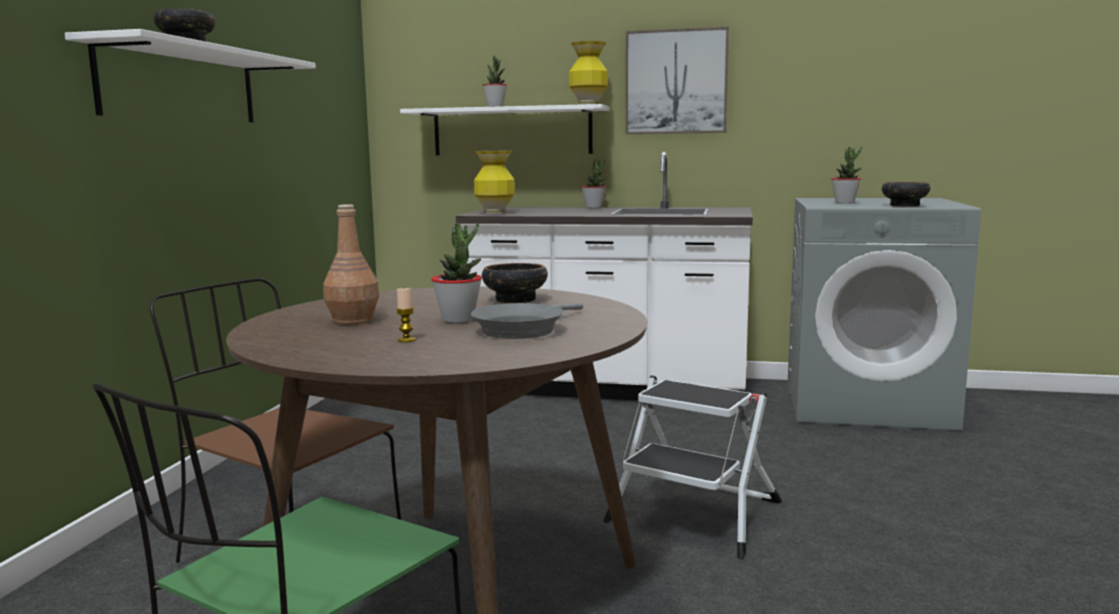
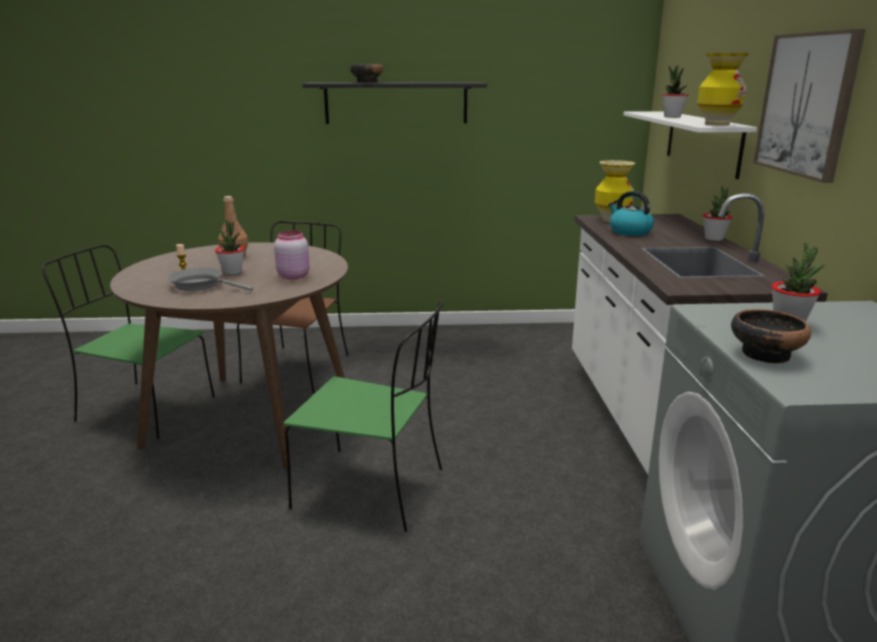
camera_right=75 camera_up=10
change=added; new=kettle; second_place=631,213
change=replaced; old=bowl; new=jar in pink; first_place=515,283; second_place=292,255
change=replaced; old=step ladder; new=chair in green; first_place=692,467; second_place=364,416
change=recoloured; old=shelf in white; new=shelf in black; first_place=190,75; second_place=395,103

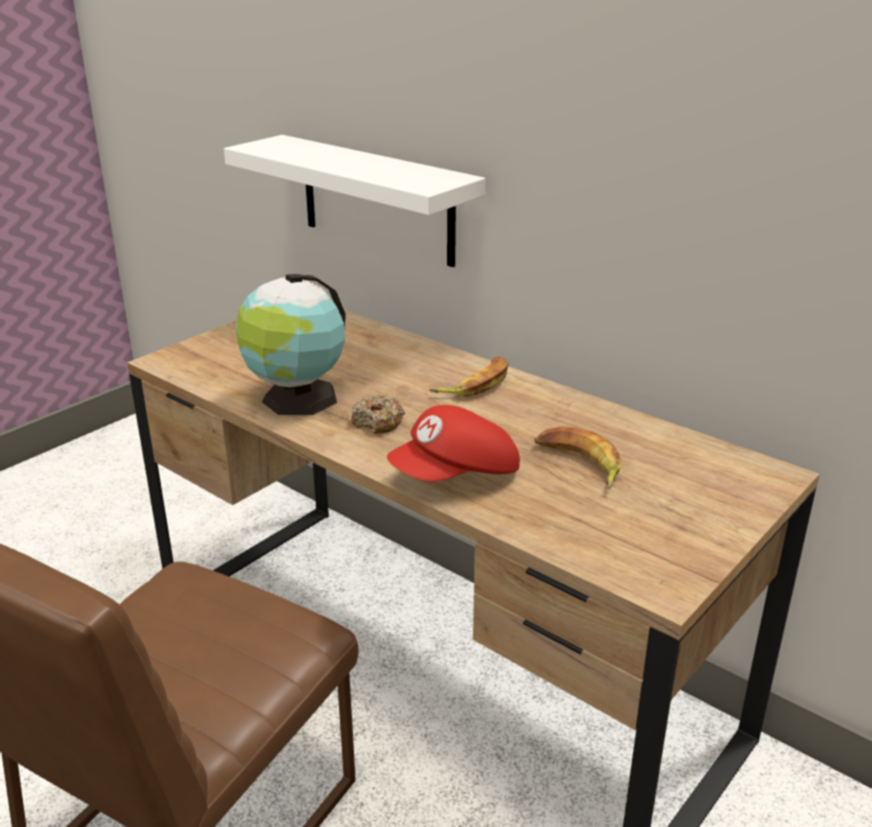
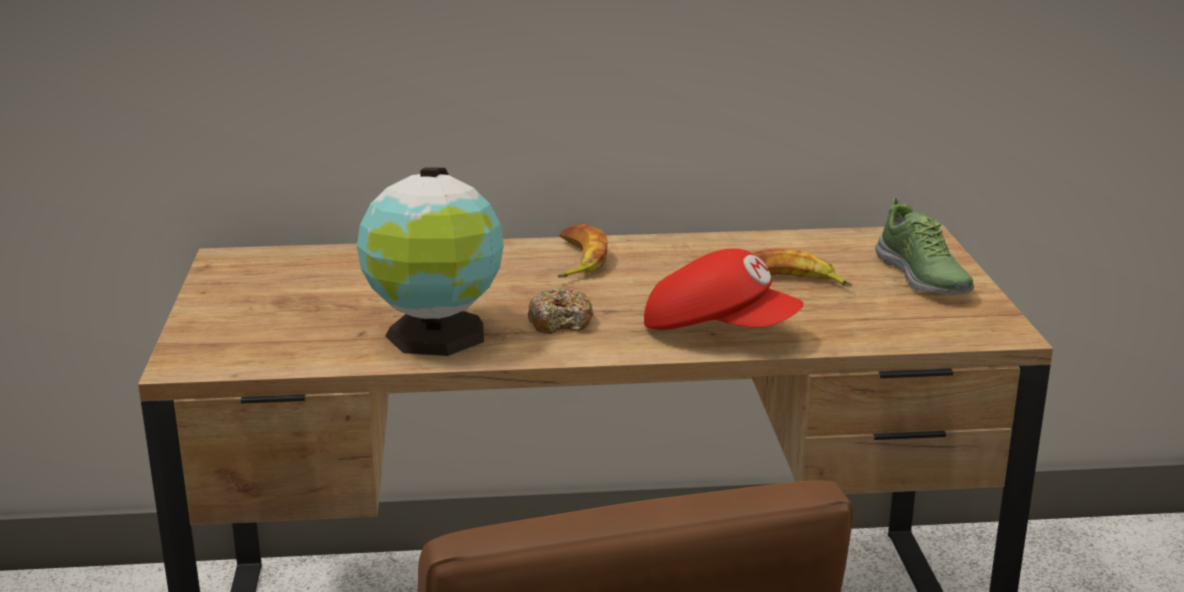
camera_right=-45 camera_up=-5
change=removed; old=shelf in white; first_place=354,201
change=added; new=shoe; second_place=924,246
change=turned; old=cap in red; first_place=453,443; second_place=724,289; degrees=-75

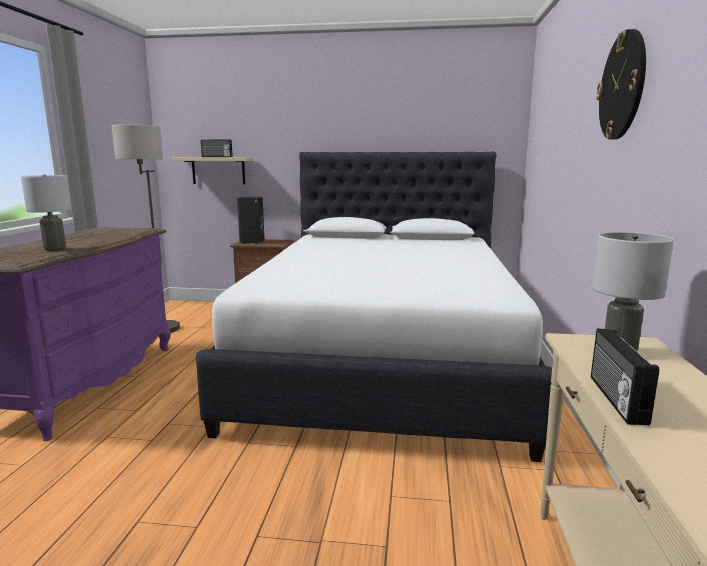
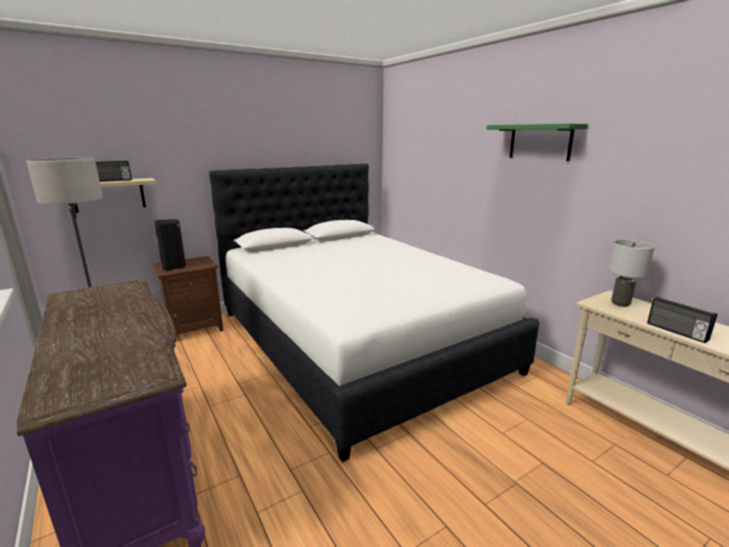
camera_right=-40 camera_up=5
change=removed; old=table lamp in white; first_place=46,212
change=replaced; old=wall clock; new=shelf in green; first_place=621,84; second_place=537,142

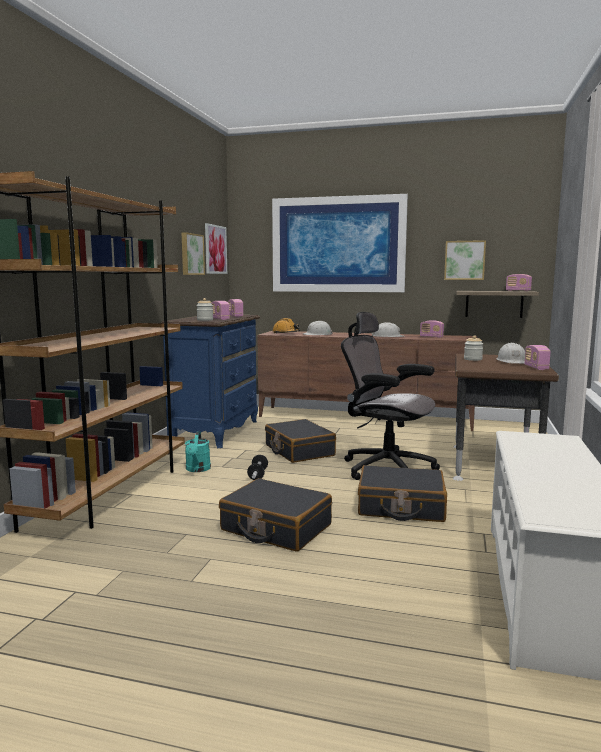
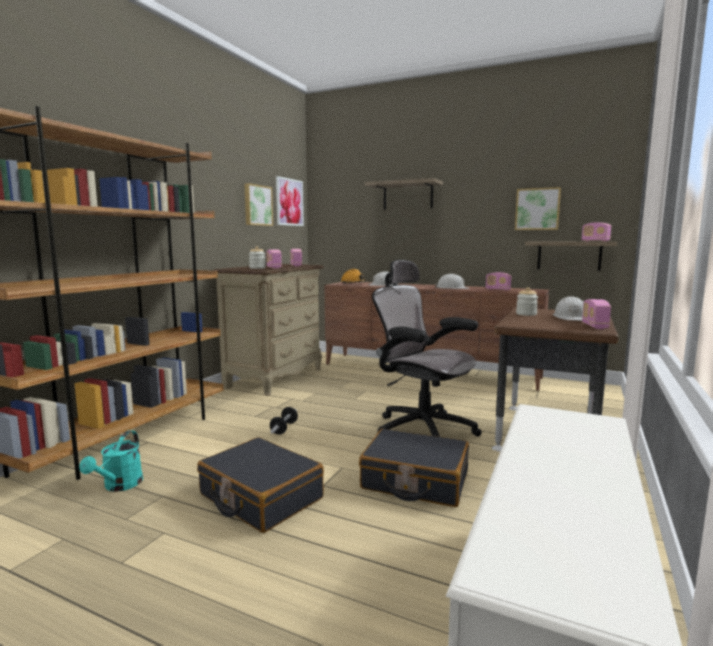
camera_right=10 camera_up=0
change=removed; old=suitcase in black; first_place=300,441
change=moved; old=watering can in turquoise; first_place=198,452; second_place=111,461
change=replaced; old=picture; new=shelf; first_place=340,243; second_place=404,194
change=recoloured; old=dresser in blue; new=dresser in beige; first_place=210,381; second_place=269,330

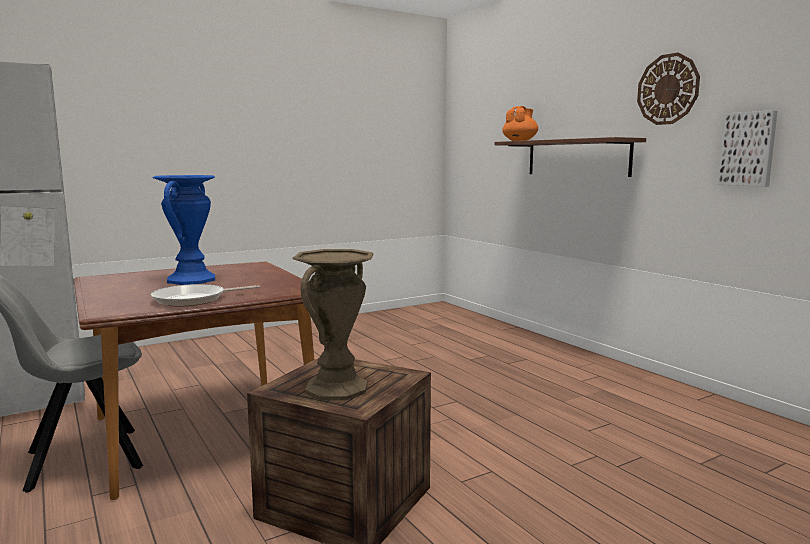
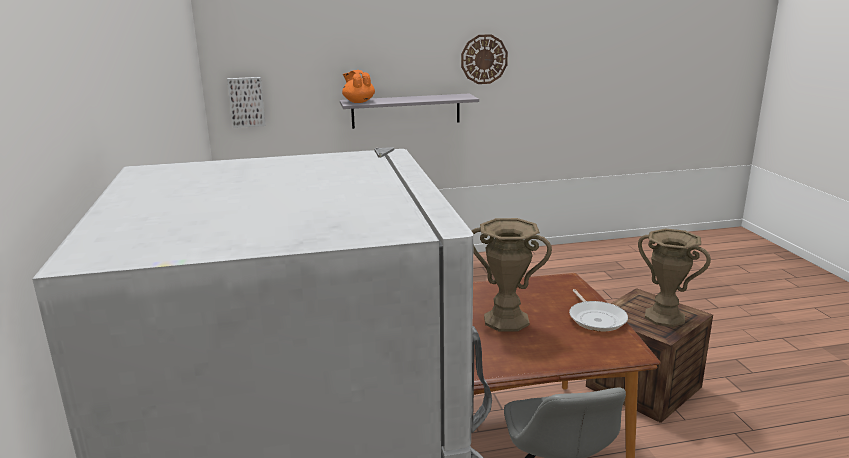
camera_right=-70 camera_up=10
change=moved; old=picture; first_place=748,148; second_place=246,102
change=recoloured; old=vase in blue; new=vase in brown; first_place=184,230; second_place=512,275
change=recoloured; old=shelf in brown; new=shelf in grey; first_place=570,157; second_place=409,111

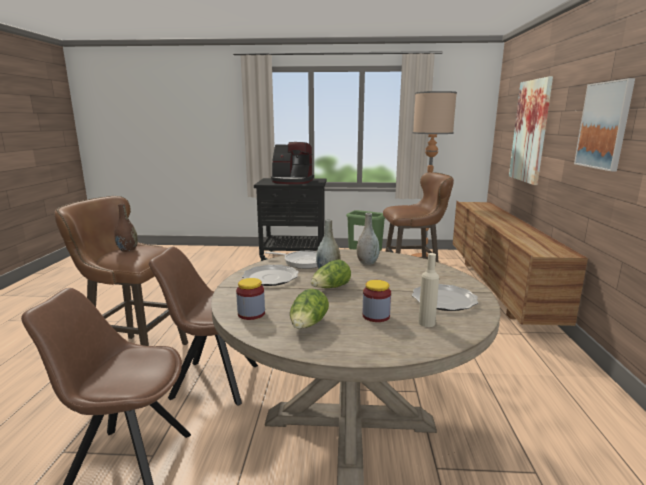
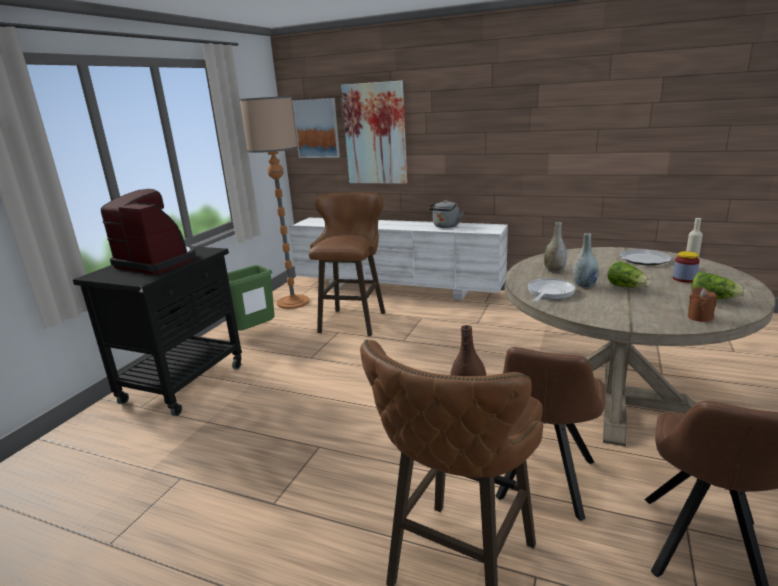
camera_right=-70 camera_up=5
change=removed; old=plate; first_place=270,275
change=added; new=kettle in grey; second_place=446,214
change=moved; old=picture; first_place=604,124; second_place=316,128
change=replaced; old=jar; new=candle in brown; first_place=250,299; second_place=702,304
change=recoloured; old=cabinet in brown; new=cabinet in white; first_place=520,263; second_place=398,259
change=turned; old=coffee machine; first_place=292,163; second_place=148,232; degrees=-90

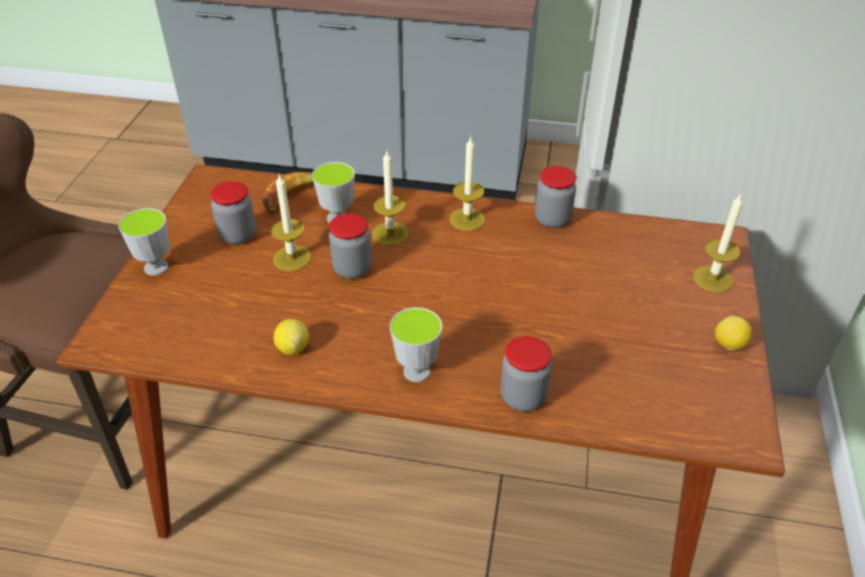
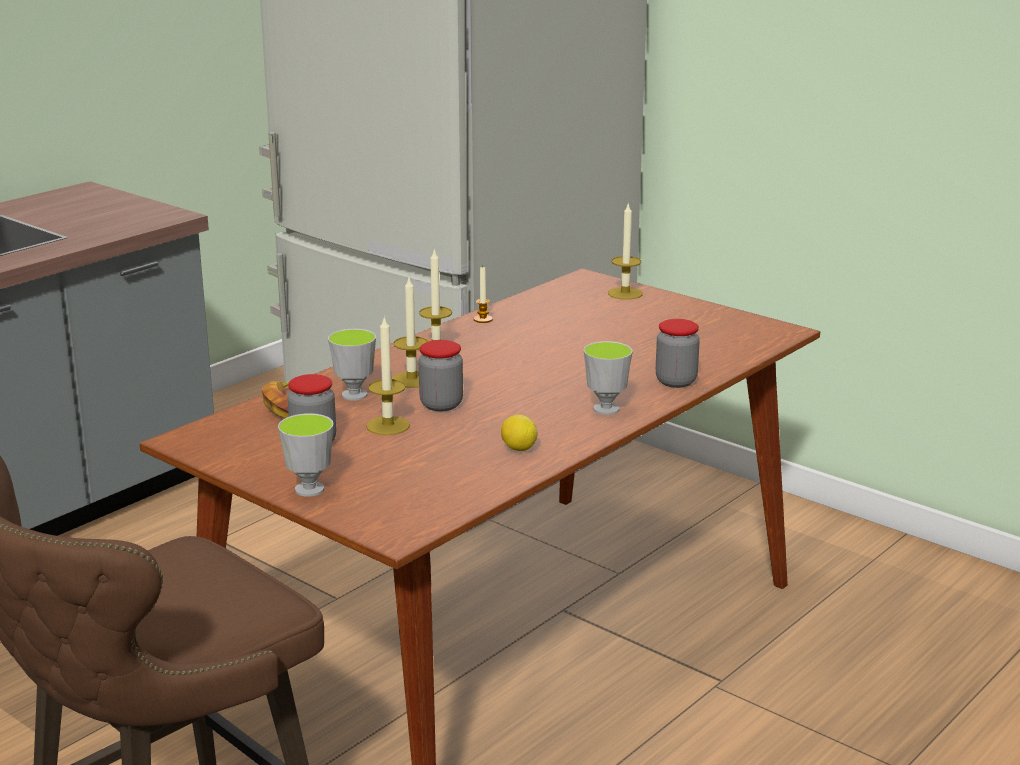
camera_right=-60 camera_up=-20
change=removed; old=lemon; first_place=733,333
change=replaced; old=jar; new=candle; first_place=555,197; second_place=483,295

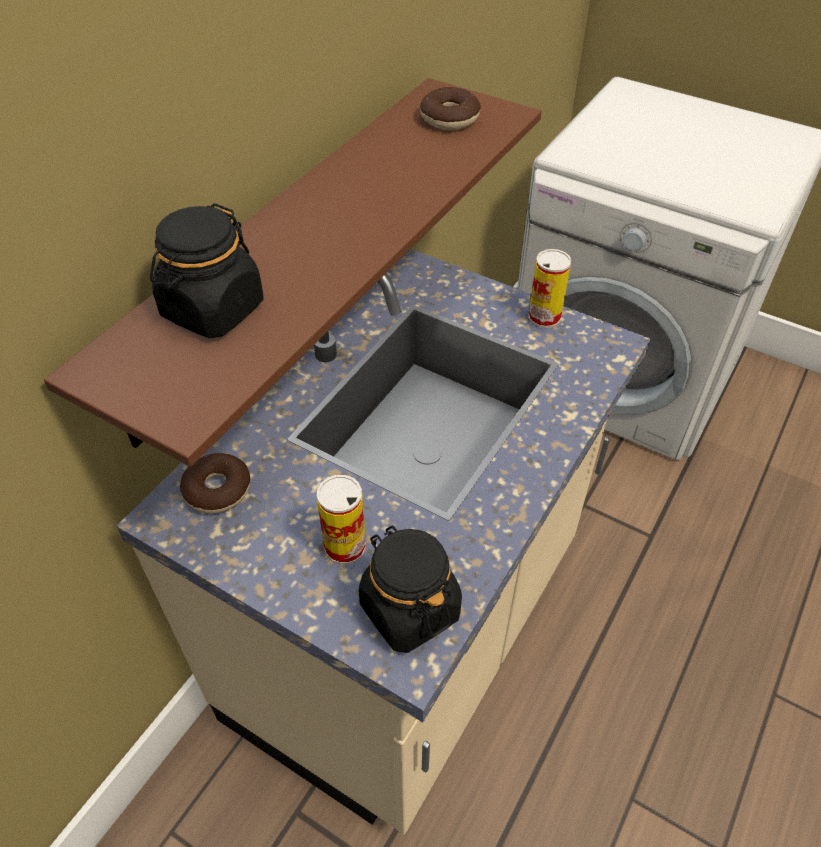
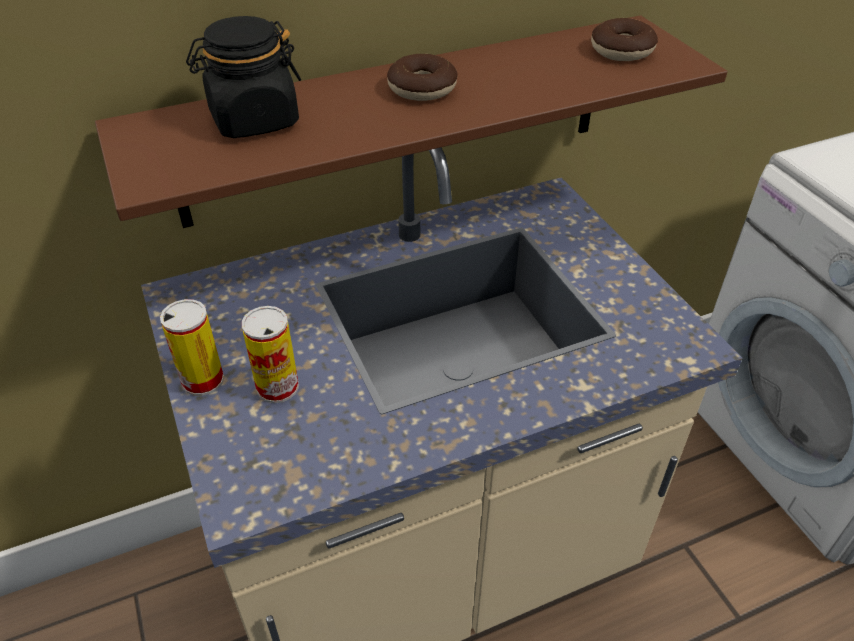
camera_right=35 camera_up=-5
change=removed; old=jar in black; first_place=410,589
change=moved; old=donut; first_place=215,483; second_place=422,77
change=moved; old=can; first_place=550,288; second_place=192,347

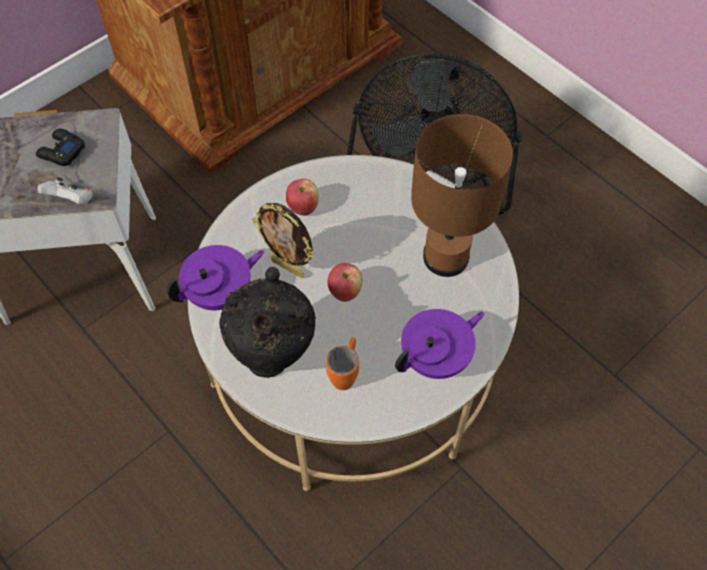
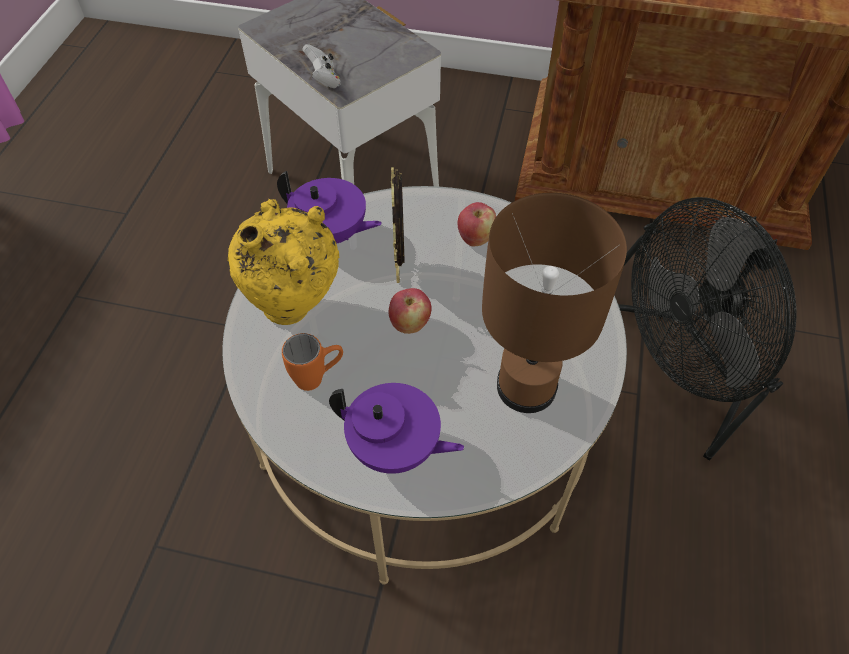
camera_right=55 camera_up=-5
change=removed; old=game controller in black; first_place=60,147
change=recoloured; old=vase in black; new=vase in yellow; first_place=267,322; second_place=283,262

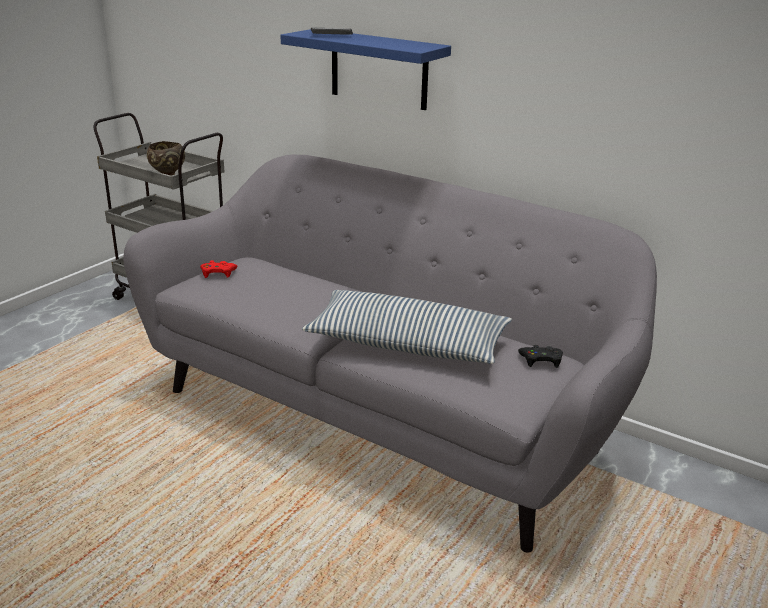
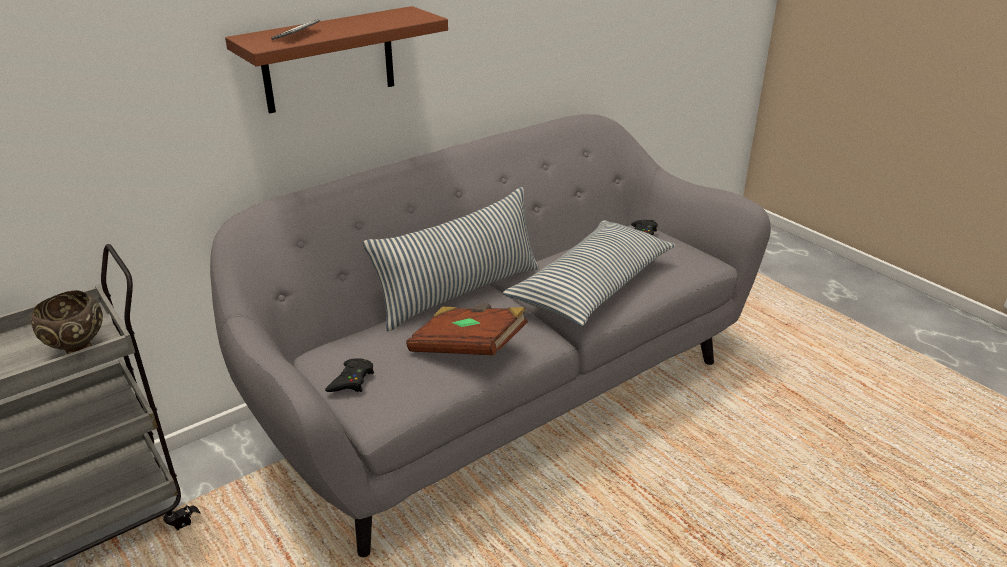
camera_right=-70 camera_up=5
change=added; new=pillow; second_place=451,259
change=added; new=book in brown; second_place=467,329
change=recoloured; old=game controller in red; new=game controller in black; first_place=218,269; second_place=349,375
change=recoloured; old=shelf in blue; new=shelf in brown; first_place=365,69; second_place=336,60

